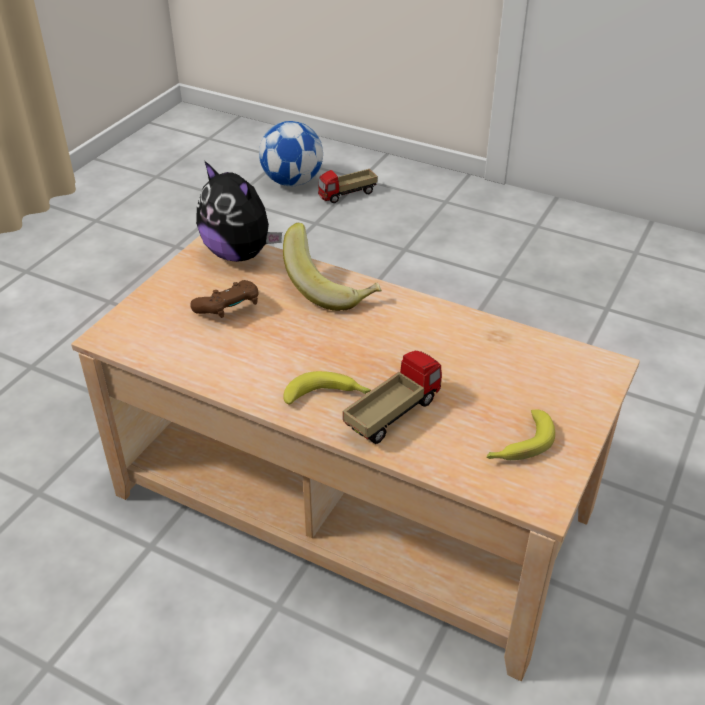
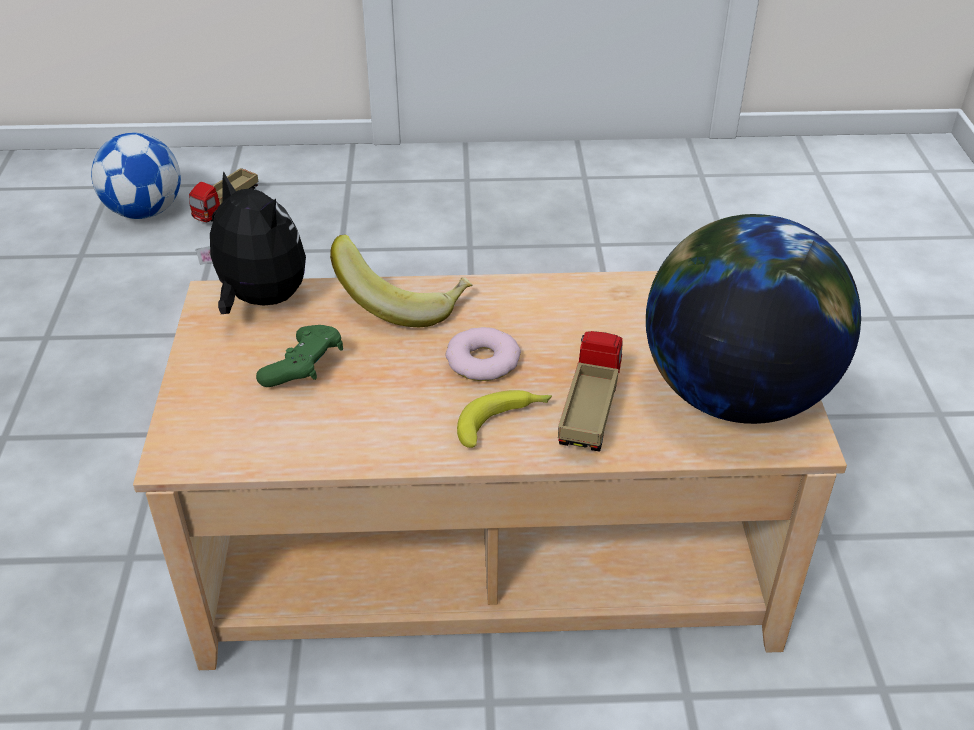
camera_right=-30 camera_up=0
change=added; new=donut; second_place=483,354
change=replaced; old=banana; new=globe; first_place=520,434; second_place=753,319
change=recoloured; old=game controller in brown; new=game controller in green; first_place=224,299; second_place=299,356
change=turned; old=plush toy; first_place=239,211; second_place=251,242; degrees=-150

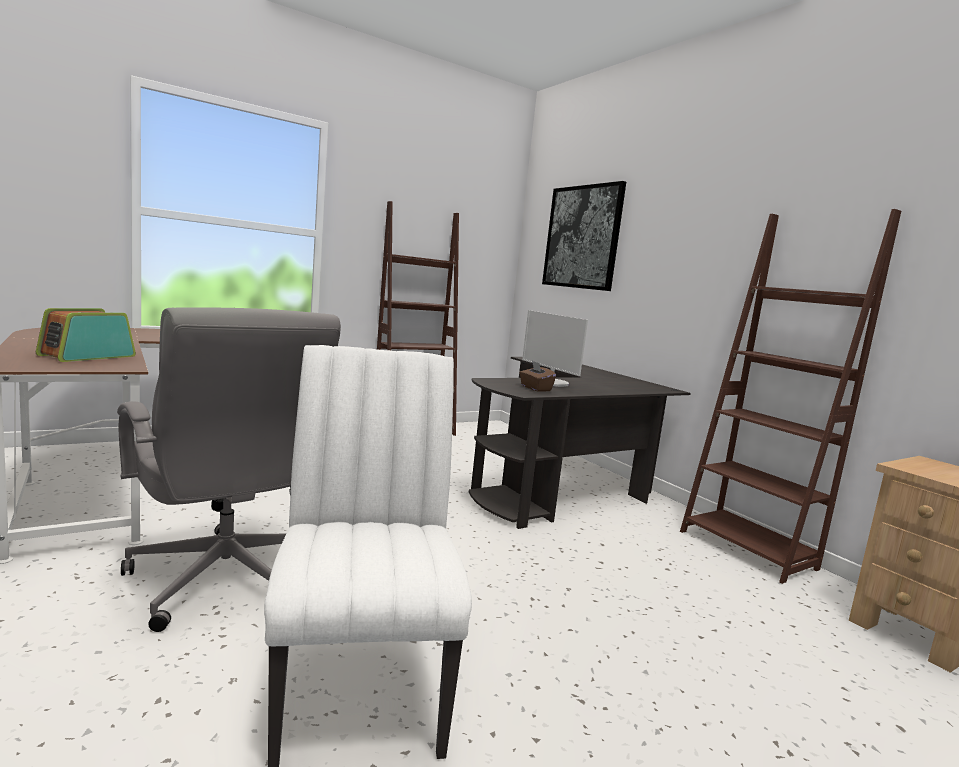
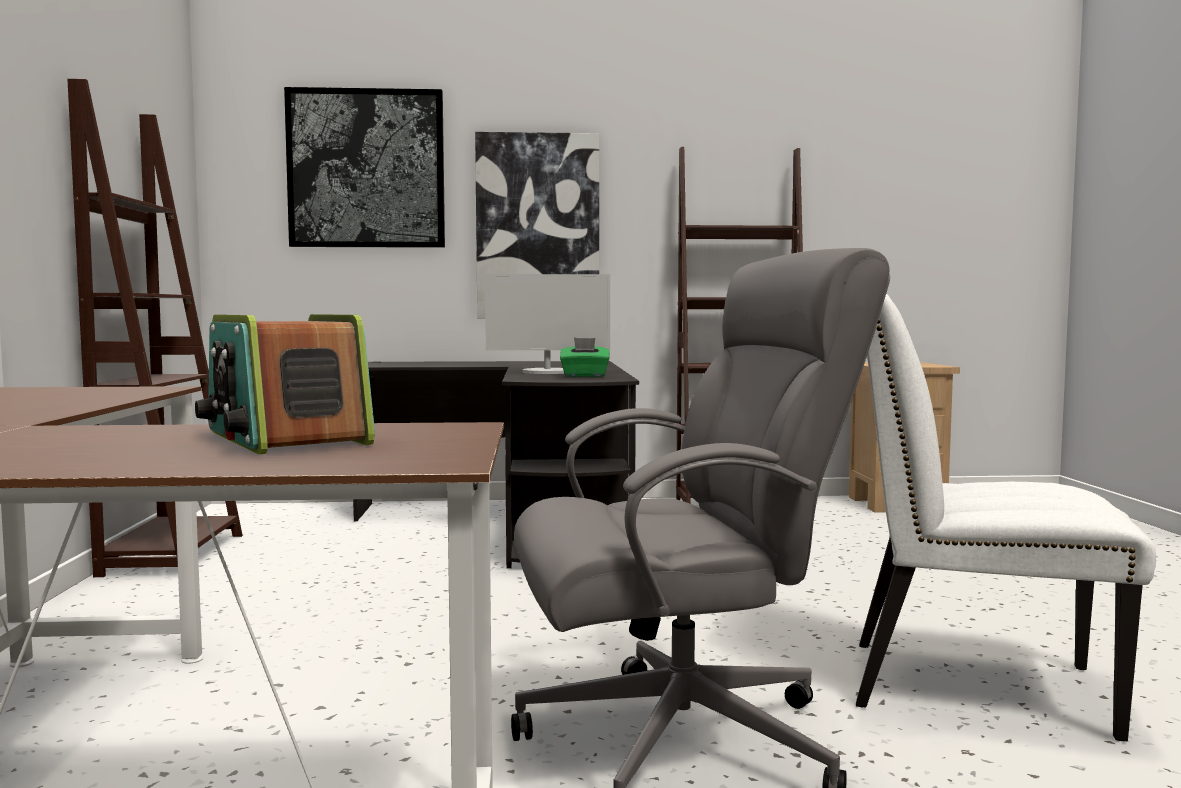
camera_right=-60 camera_up=-5
change=added; new=picture; second_place=537,225
change=recoloured; old=tissue box in brown; new=tissue box in green; first_place=537,376; second_place=585,357

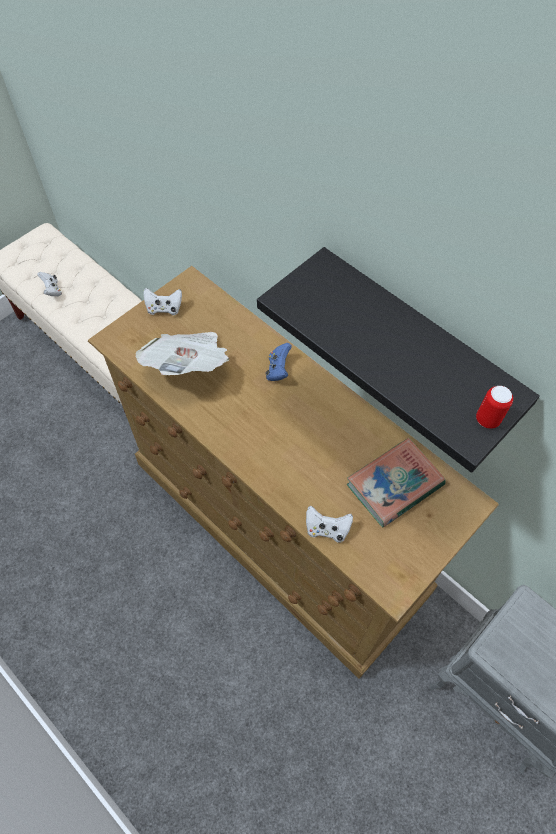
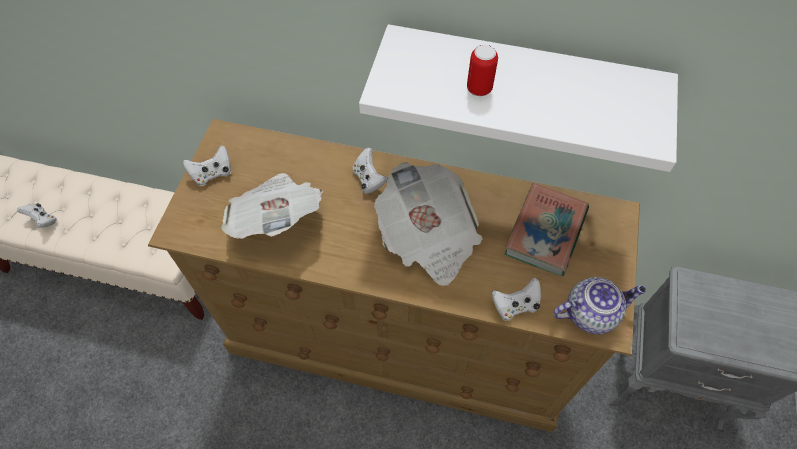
camera_right=-30 camera_up=0
change=added; new=newspaper; second_place=428,224
change=added; new=teapot; second_place=599,305
change=moved; old=can; first_place=494,407; second_place=482,70
change=recoloured; old=shelf in black; new=shelf in white; first_place=398,360; second_place=518,98
change=recoloured; old=game controller in blue; new=game controller in white; first_place=279,362; second_place=370,171

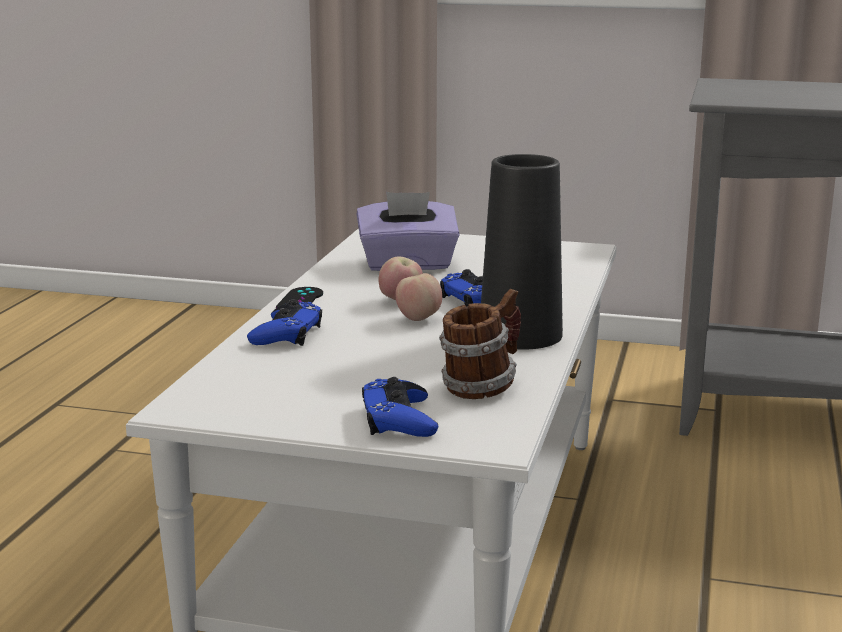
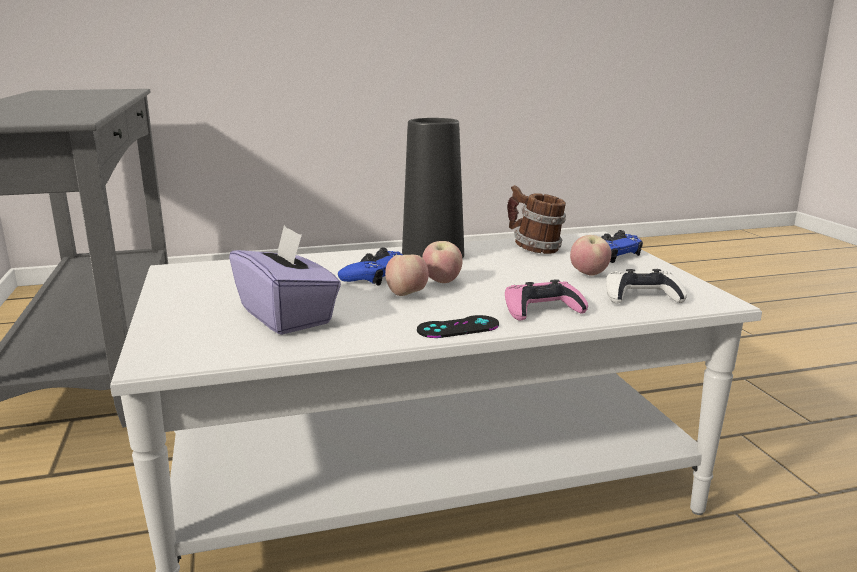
camera_right=-120 camera_up=0
change=added; new=apple; second_place=590,255
change=added; new=game controller in white; second_place=646,286
change=recoloured; old=game controller in blue; new=game controller in pink; first_place=284,322; second_place=546,300

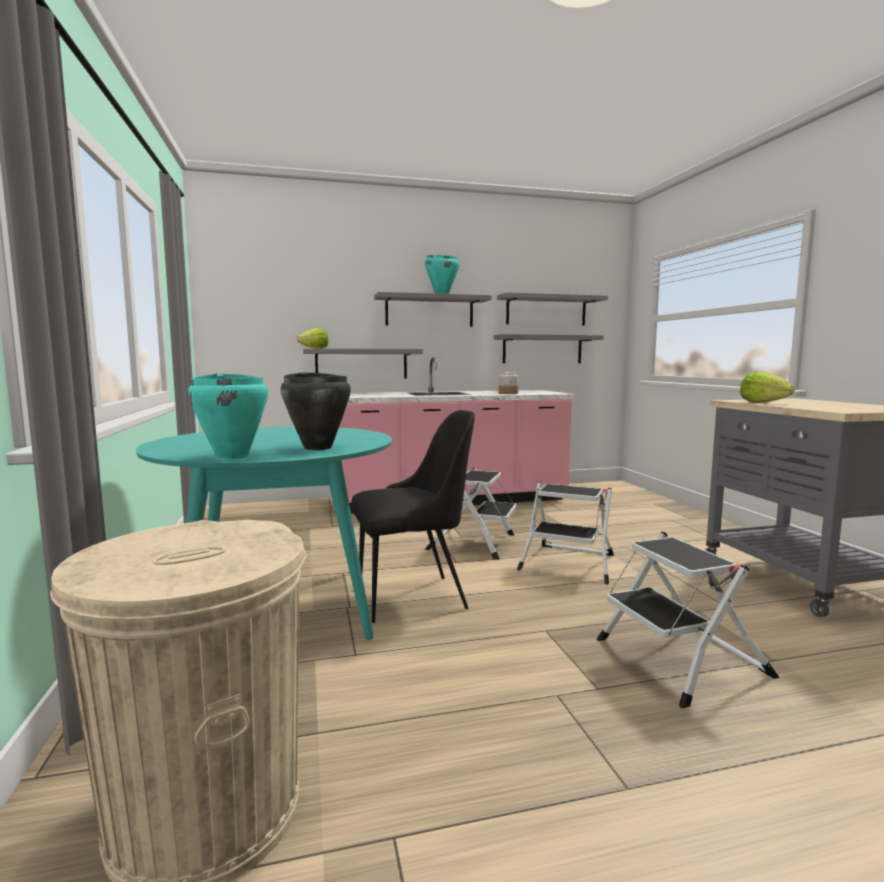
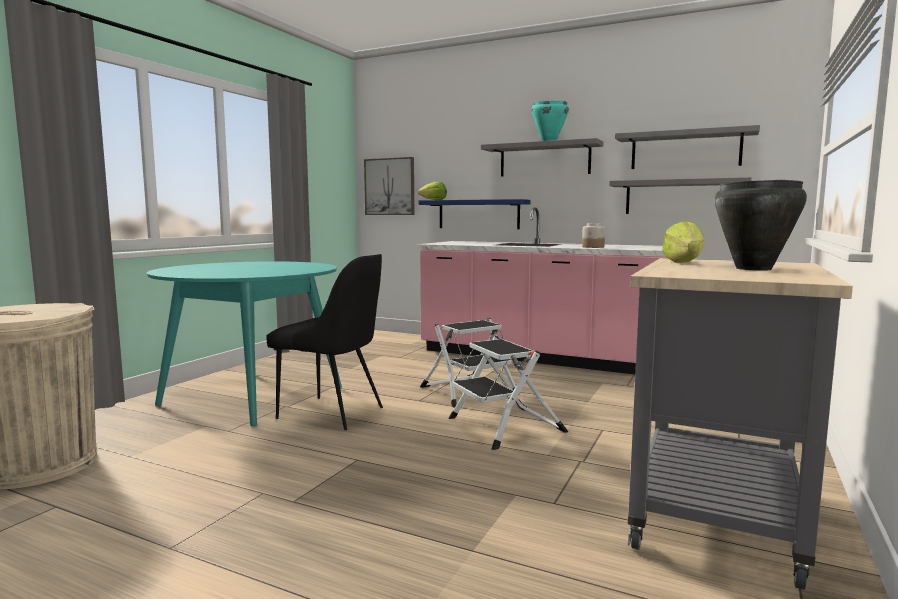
camera_right=40 camera_up=0
change=removed; old=cooking pot in turquoise; first_place=228,416
change=removed; old=step ladder; first_place=688,619
change=added; new=picture; second_place=389,186
change=moved; old=cooking pot in black; first_place=316,411; second_place=761,225
change=recoloured; old=shelf in grey; new=shelf in blue; first_place=363,364; second_place=474,214

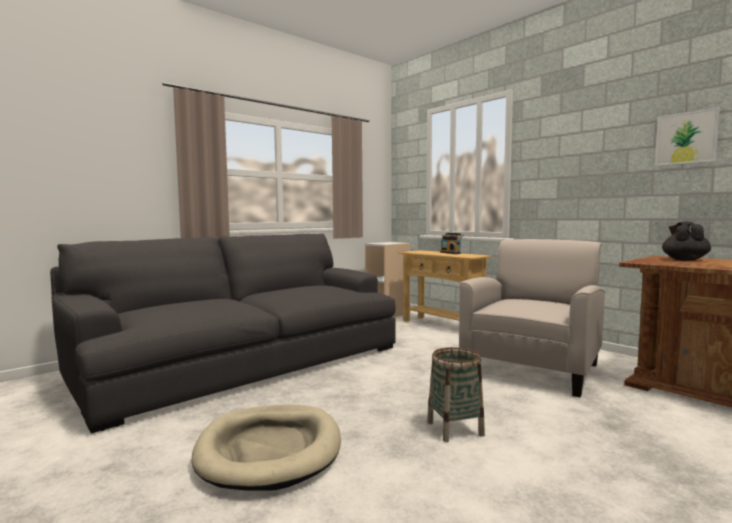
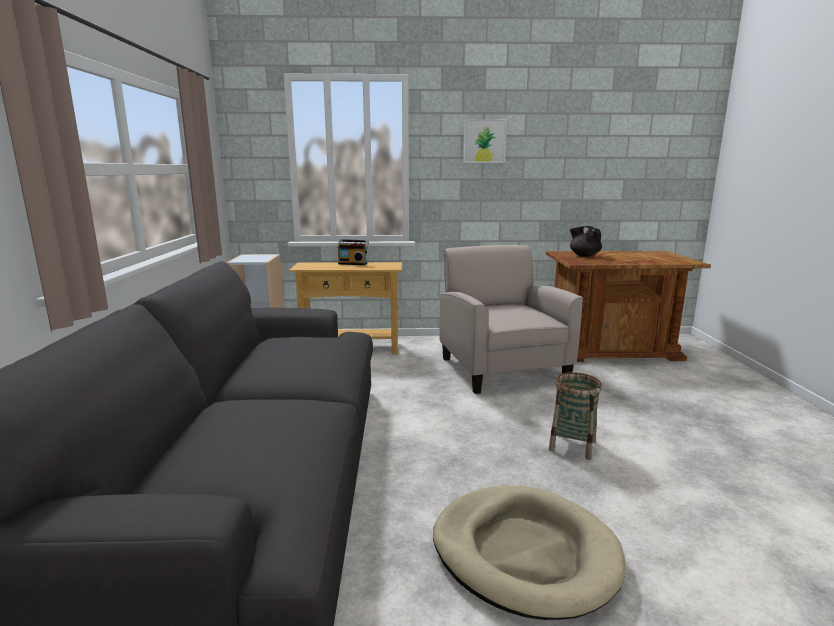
camera_right=-50 camera_up=10
change=moved; old=picture; first_place=687,137; second_place=485,141

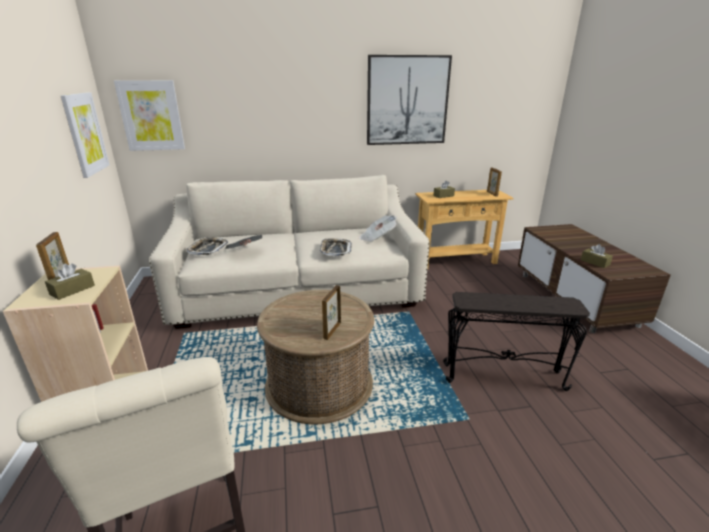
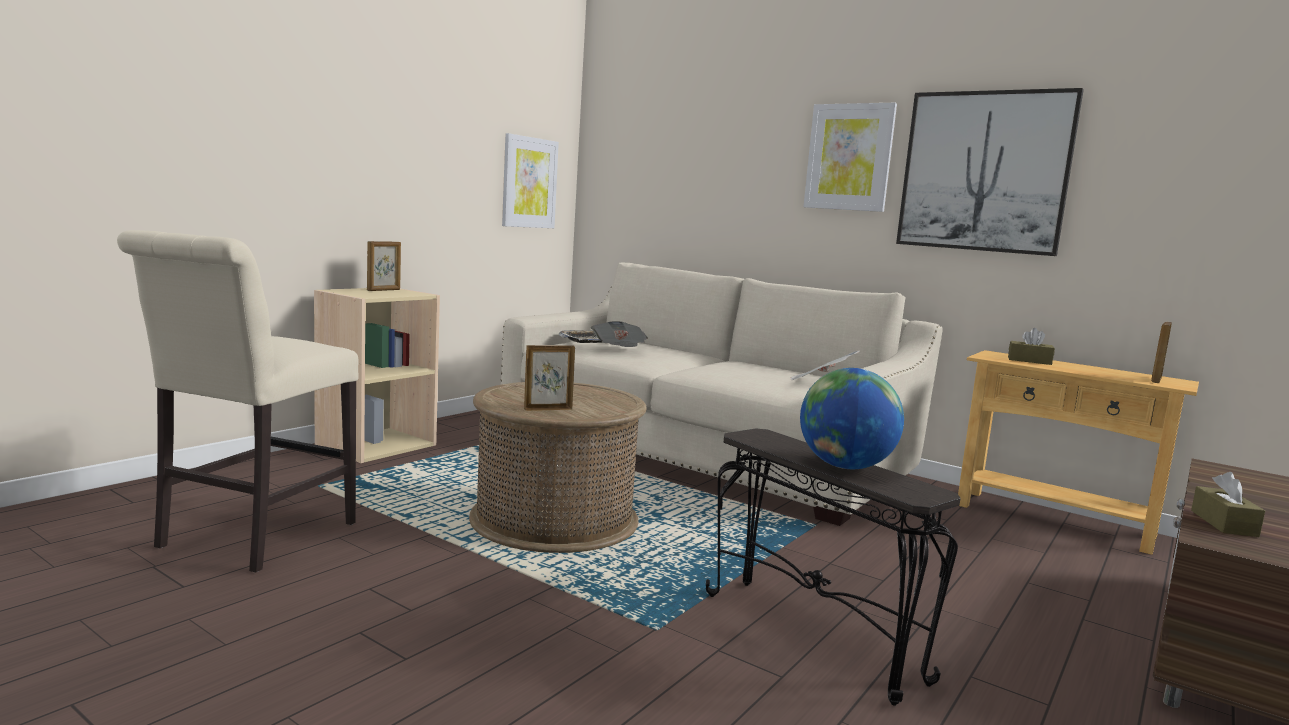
camera_right=45 camera_up=-15
change=removed; old=tissue box in brown; first_place=70,281
change=removed; old=tray; first_place=336,247
change=added; new=globe; second_place=852,418
change=moved; old=picture; first_place=149,115; second_place=850,157

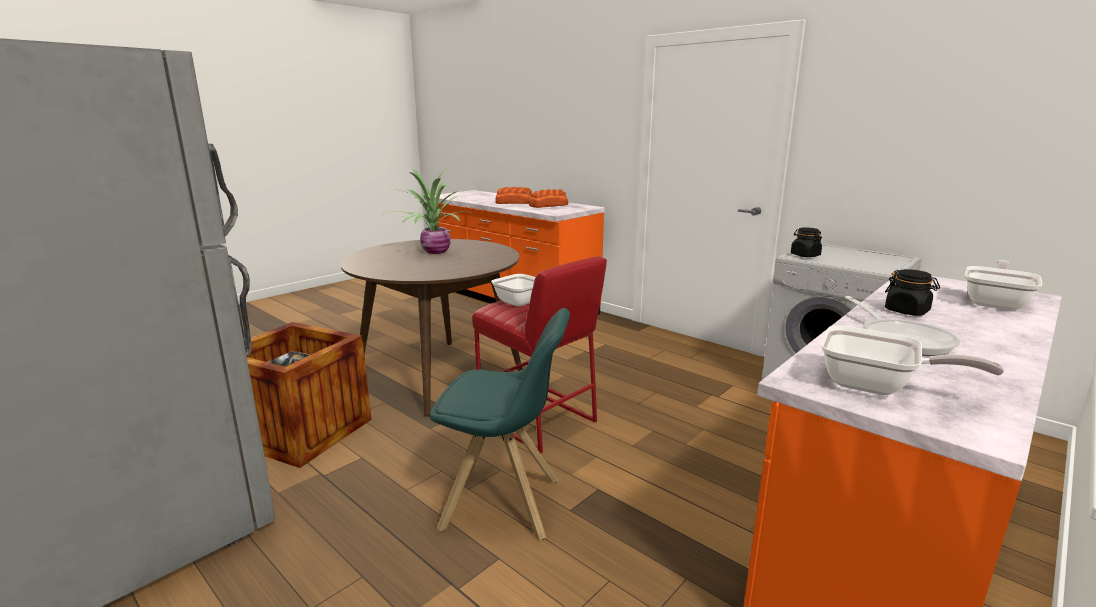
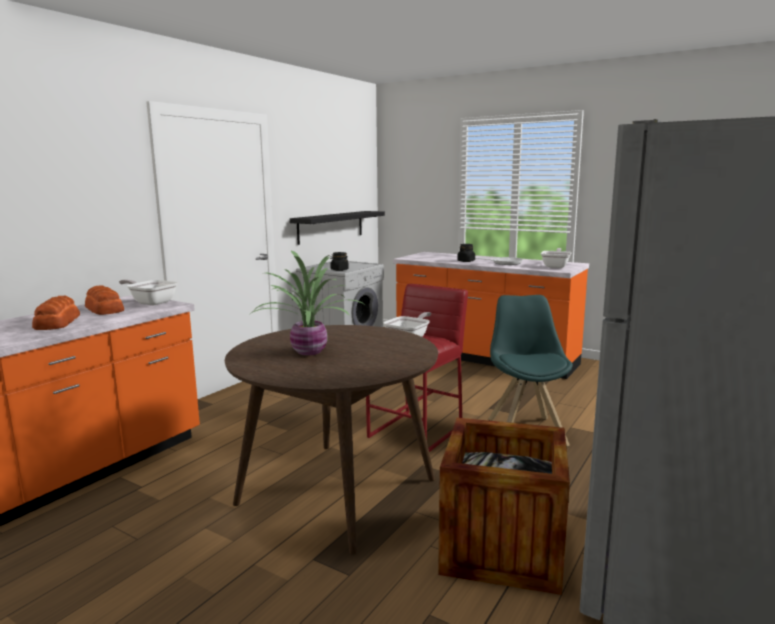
camera_right=-100 camera_up=-5
change=added; new=shelf in black; second_place=337,228
change=moved; old=frying pan; first_place=1004,285; second_place=148,292

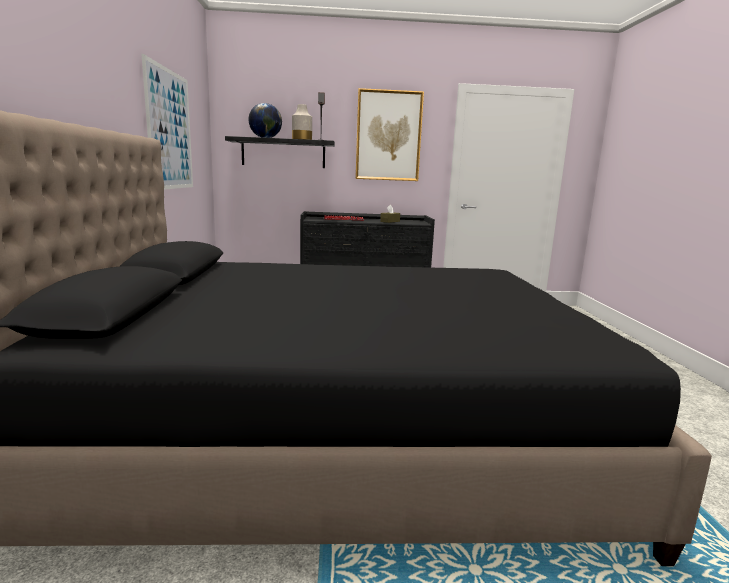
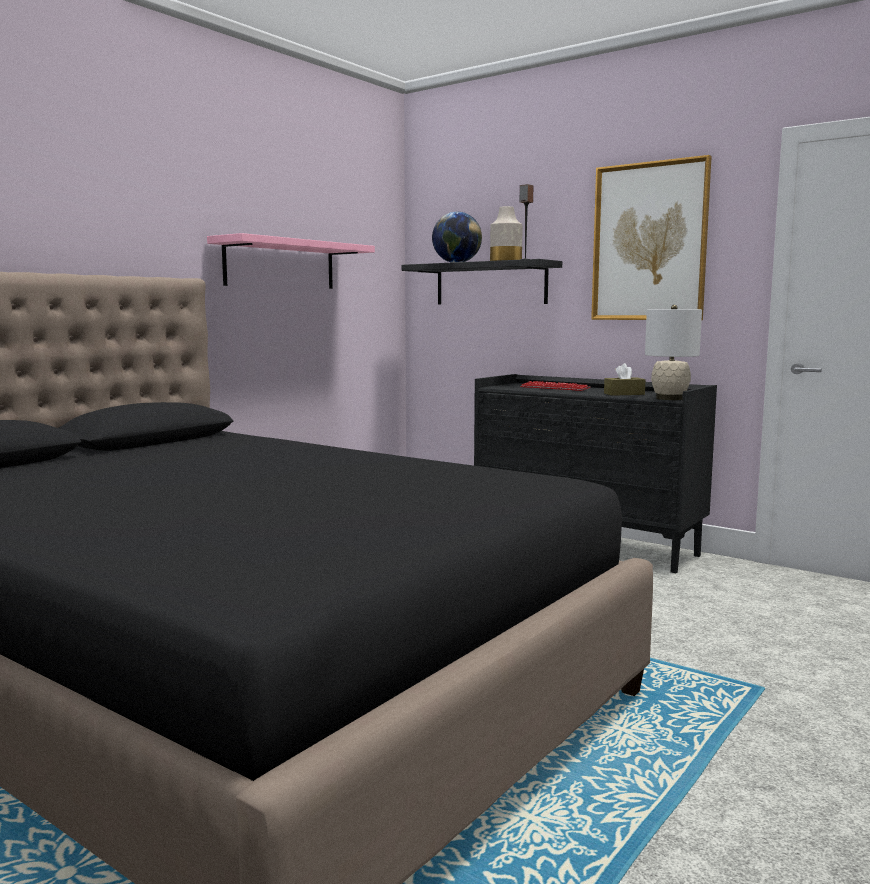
camera_right=40 camera_up=-5
change=added; new=table lamp in white; second_place=673,352
change=replaced; old=picture; new=shelf in pink; first_place=167,122; second_place=291,261

